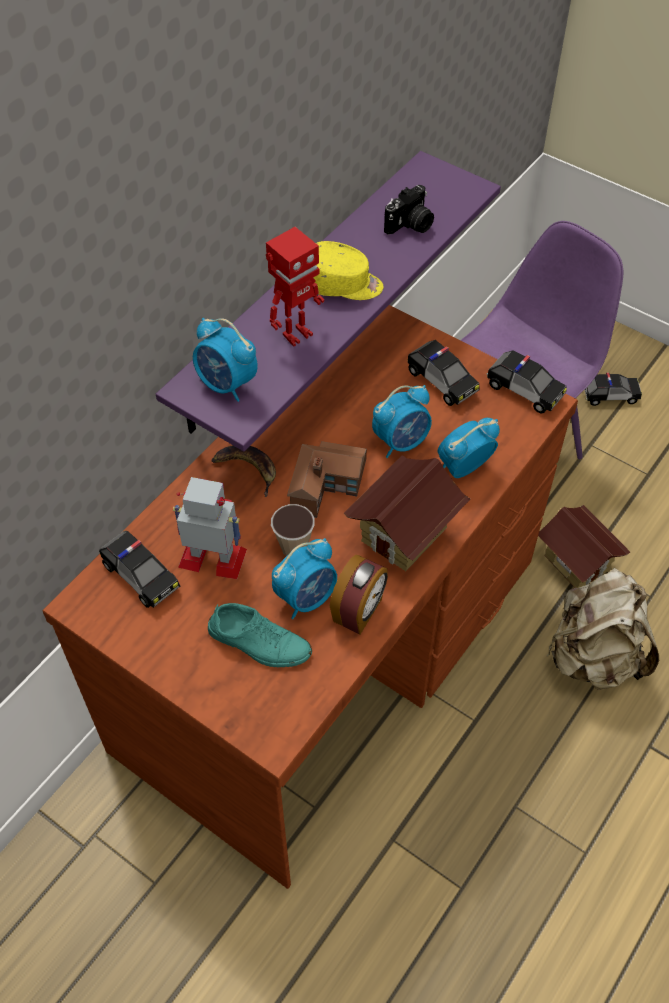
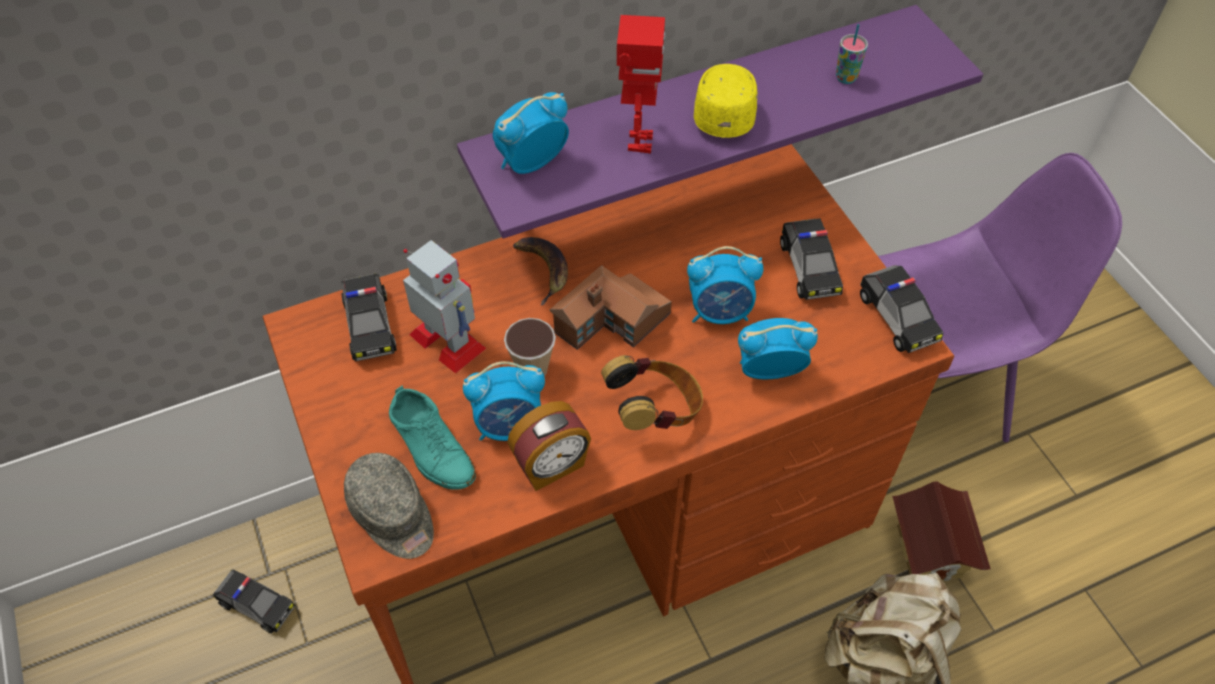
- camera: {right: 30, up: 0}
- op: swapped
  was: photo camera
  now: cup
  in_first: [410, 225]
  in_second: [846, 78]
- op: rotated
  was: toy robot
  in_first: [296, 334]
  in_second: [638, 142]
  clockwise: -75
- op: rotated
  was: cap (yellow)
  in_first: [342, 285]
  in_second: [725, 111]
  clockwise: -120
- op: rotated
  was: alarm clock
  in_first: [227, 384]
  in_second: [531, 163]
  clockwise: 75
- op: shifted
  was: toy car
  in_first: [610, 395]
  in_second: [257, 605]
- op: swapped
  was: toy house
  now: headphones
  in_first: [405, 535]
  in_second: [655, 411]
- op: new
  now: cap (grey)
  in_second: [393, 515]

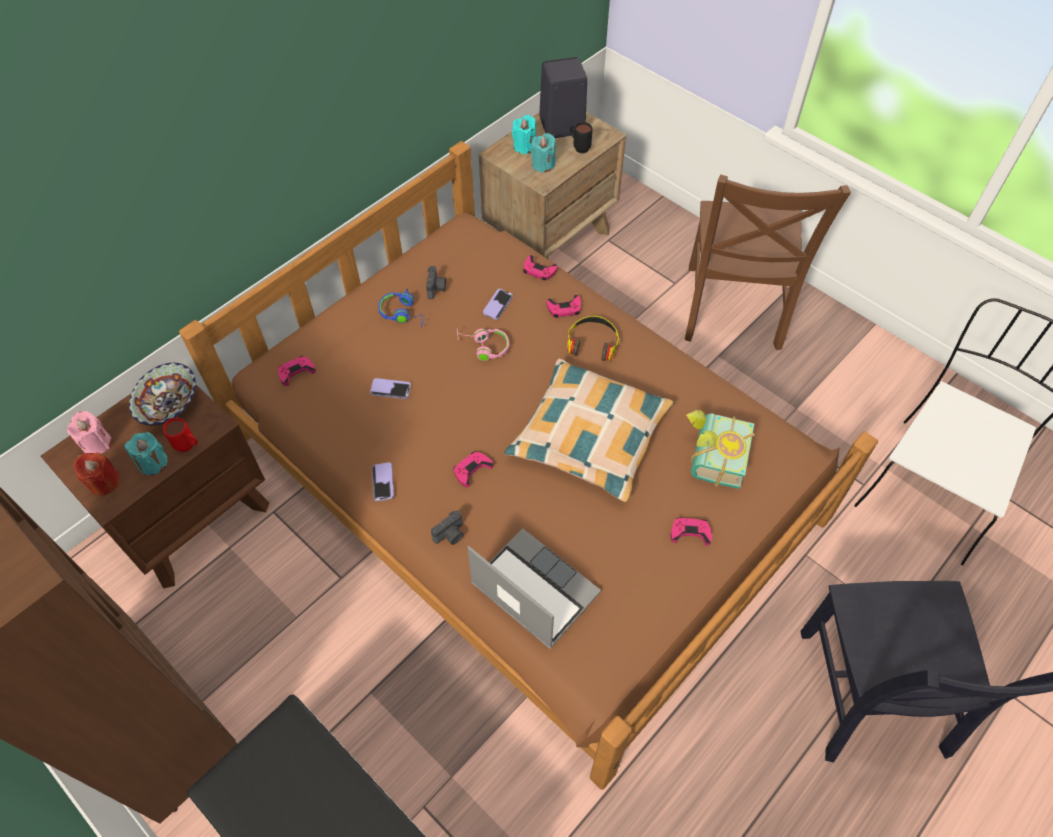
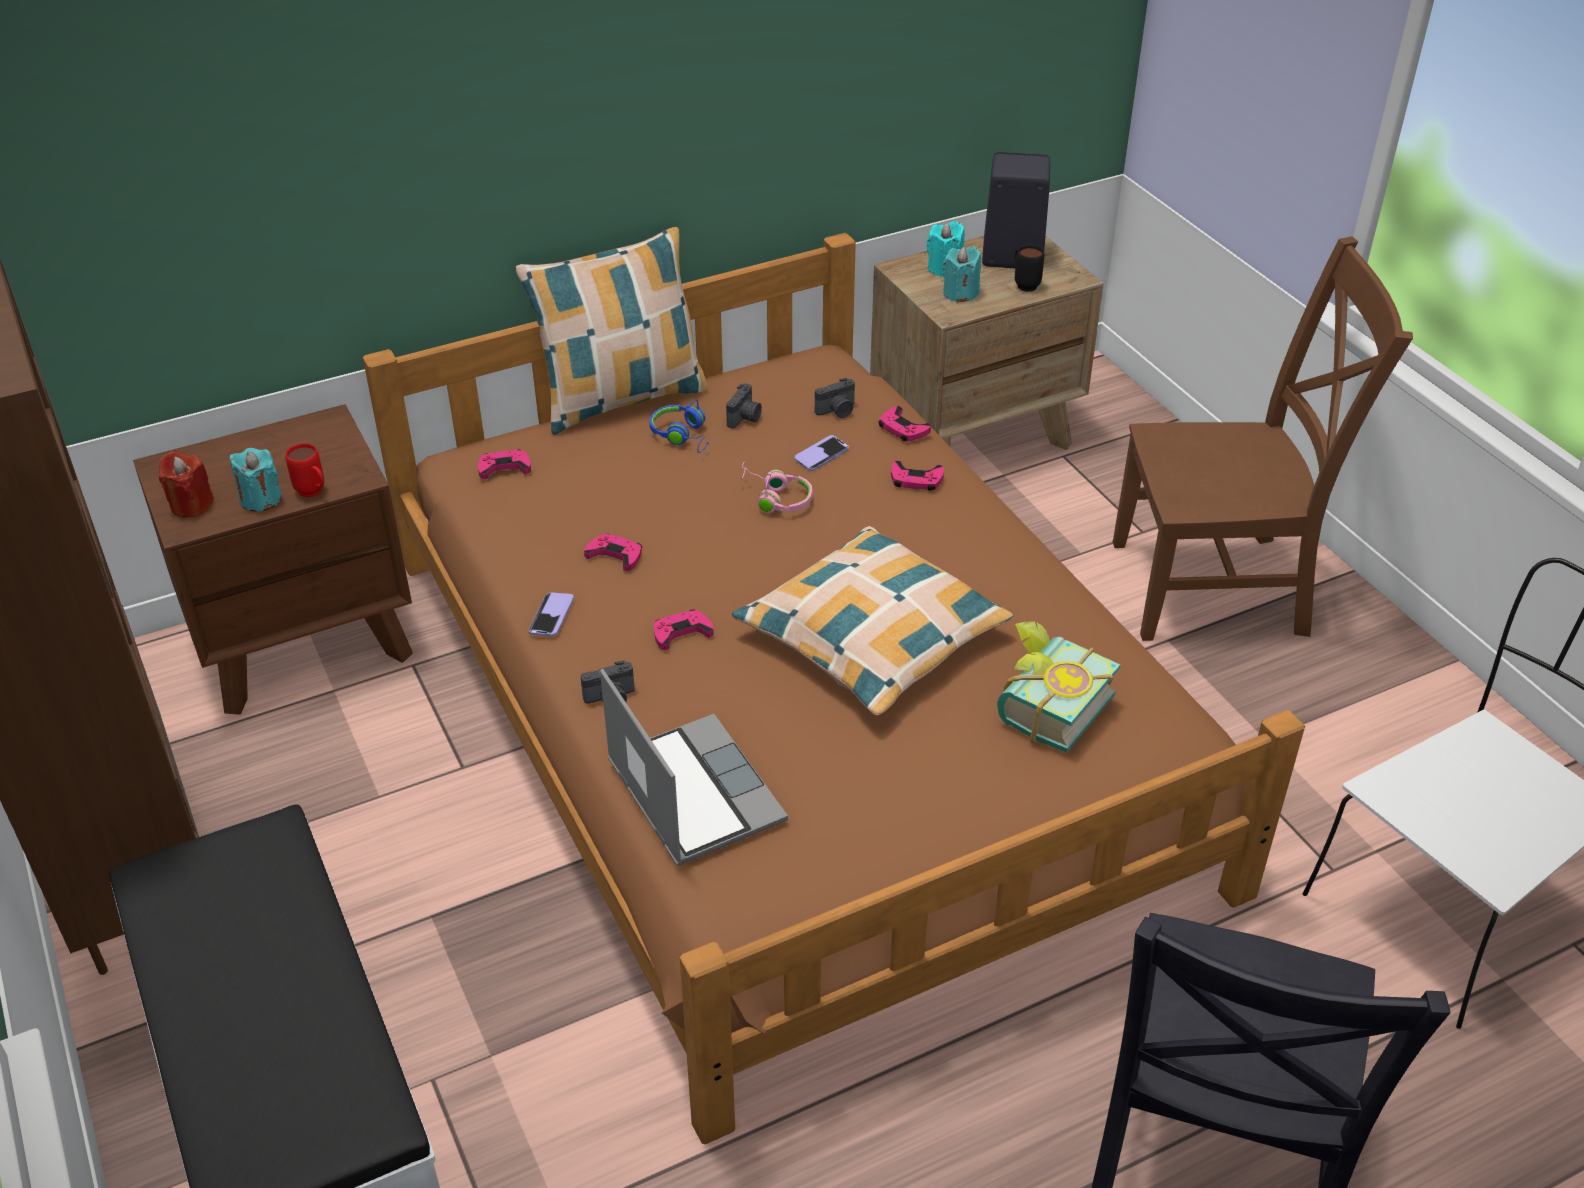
- camera: {right: 20, up: -15}
- op: rotated
  was: chair (brown)
  in_first: [732, 311]
  in_second: [1218, 587]
  clockwise: -120
- op: gone
  was: headphones
  in_first: [592, 342]
- op: gone
  was: bowl
  in_first: [170, 405]
- op: gone
  was: phone
  in_first: [390, 389]
- op: gone
  was: candle (pink)
  in_first: [96, 444]
- op: shifted
  was: game controller (pink)
  in_first: [690, 532]
  in_second: [615, 555]
- op: new
  now: pillow
  in_second: [621, 399]
- op: new
  now: photo camera
  in_second: [837, 411]

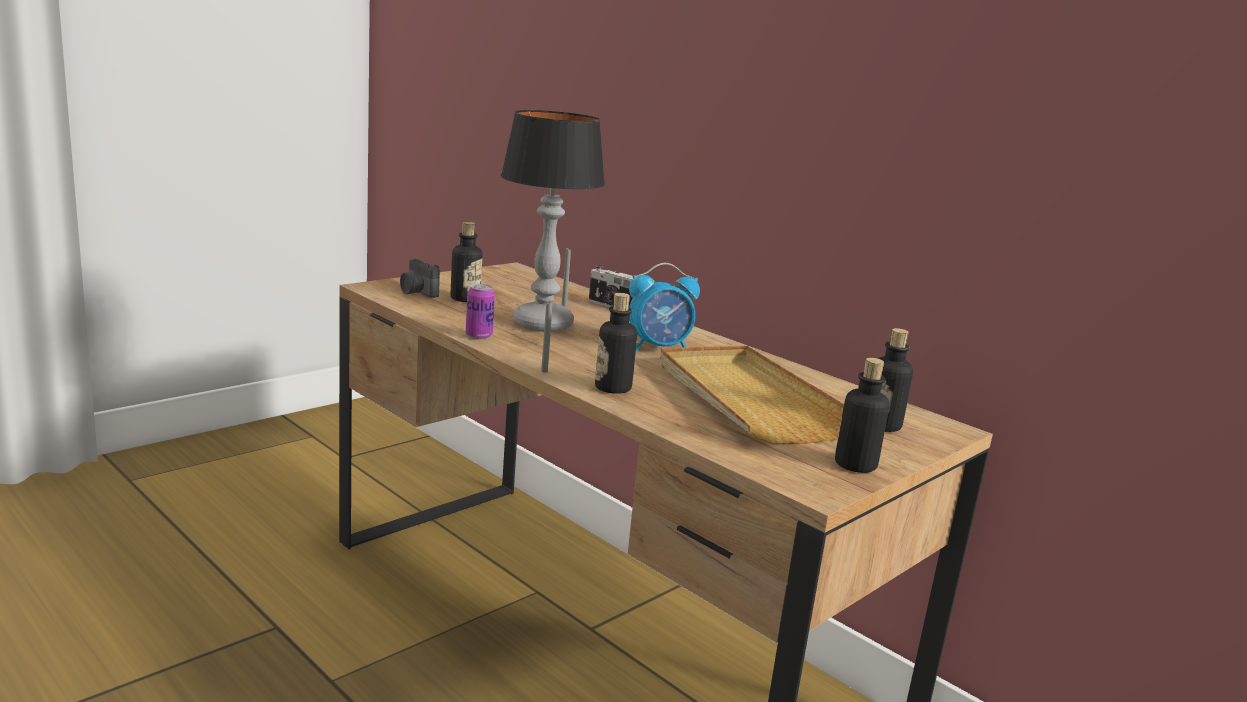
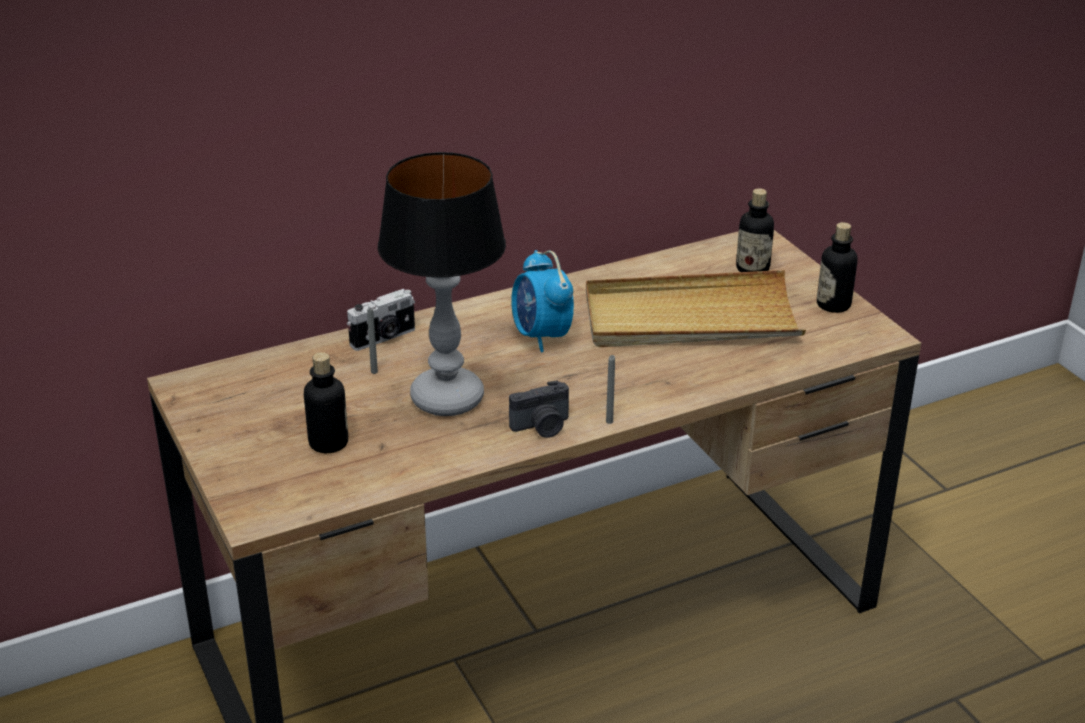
- camera: {right: -70, up: 15}
- op: shifted
  was: photo camera
  in_first: [417, 292]
  in_second: [542, 427]
- op: rotated
  was: alarm clock
  in_first: [659, 348]
  in_second: [541, 336]
  clockwise: 150
- op: gone
  was: can
  in_first: [478, 336]
- op: gone
  was: bottle
  in_first: [613, 388]

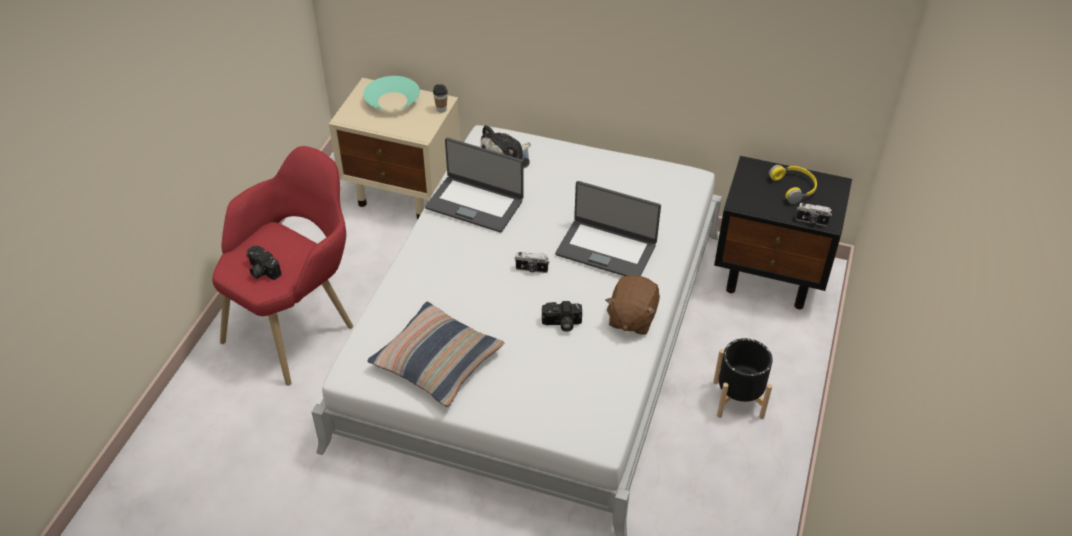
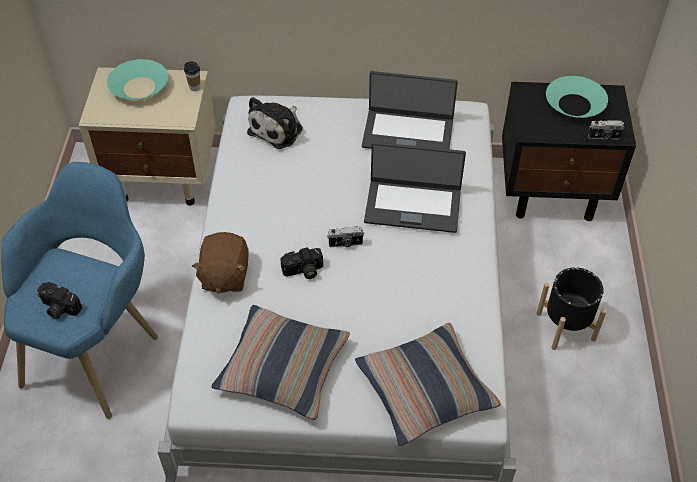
- camera: {right: -15, up: 5}
- op: shifted
  was: laptop
  in_first: [475, 203]
  in_second: [408, 133]
- op: repainted
  was: armchair (red)
  now: armchair (blue)
  in_first: [299, 324]
  in_second: [99, 347]
- op: swapped
  was: headphones (yellow)
  now: bowl (turquoise)
  in_first: [794, 187]
  in_second: [575, 105]
- op: shifted
  was: plush toy (brown)
  in_first: [631, 318]
  in_second: [224, 276]
- op: shifted
  was: photo camera
  in_first: [561, 323]
  in_second: [303, 271]
- op: new
  now: pillow
  in_second: [425, 390]

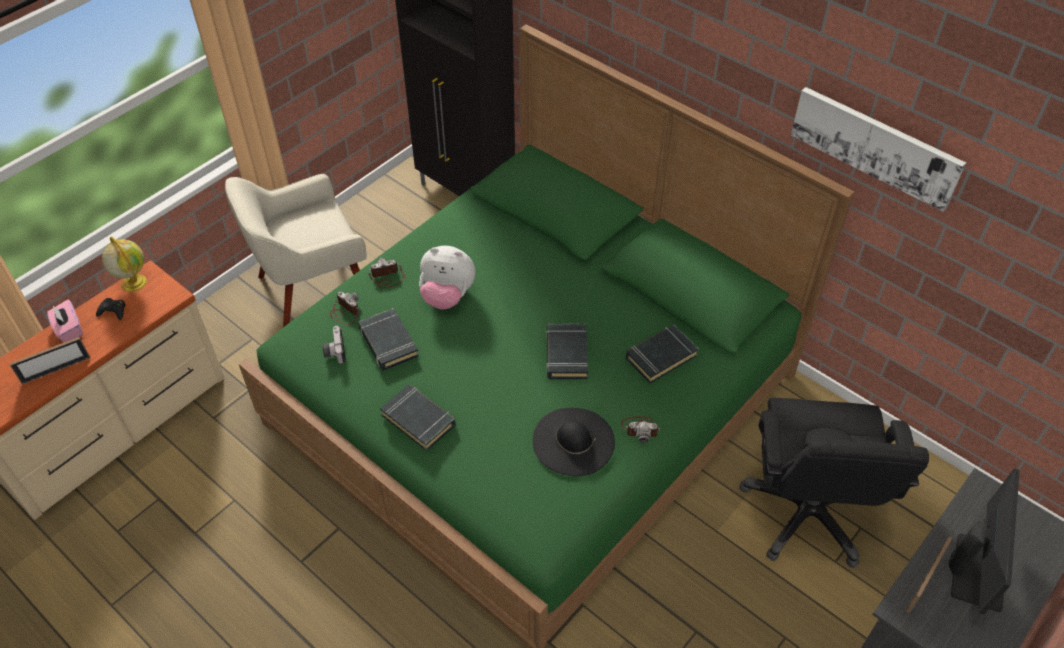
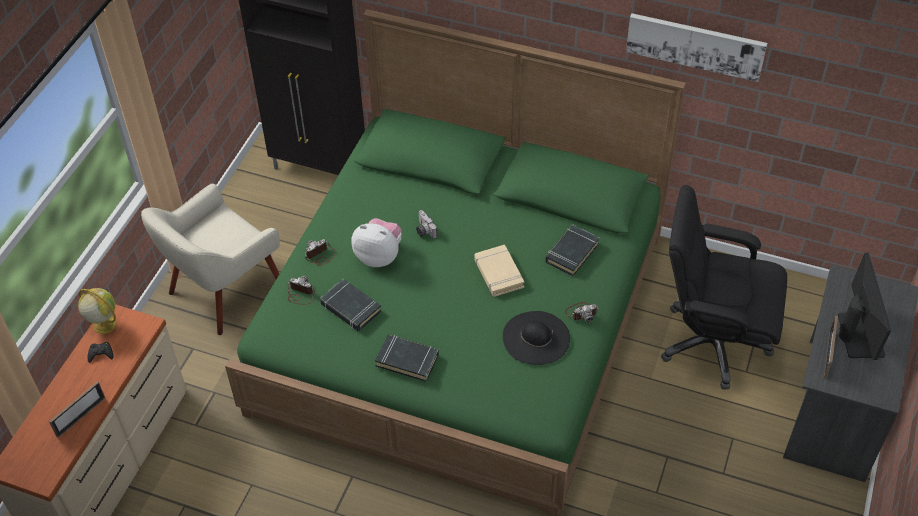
- camera: {right: -20, up: 0}
- op: rotated
  was: plush toy
  in_first: [447, 296]
  in_second: [379, 256]
  clockwise: -150
- op: gone
  was: tissue box (pink)
  in_first: [69, 329]
- op: repainted
  was: book (black)
  now: book (beige)
  in_first: [566, 354]
  in_second: [498, 273]
- op: shifted
  was: photo camera
  in_first: [334, 350]
  in_second: [424, 230]
- op: rotated
  was: office chair (black)
  in_first: [807, 513]
  in_second: [712, 342]
  clockwise: 120

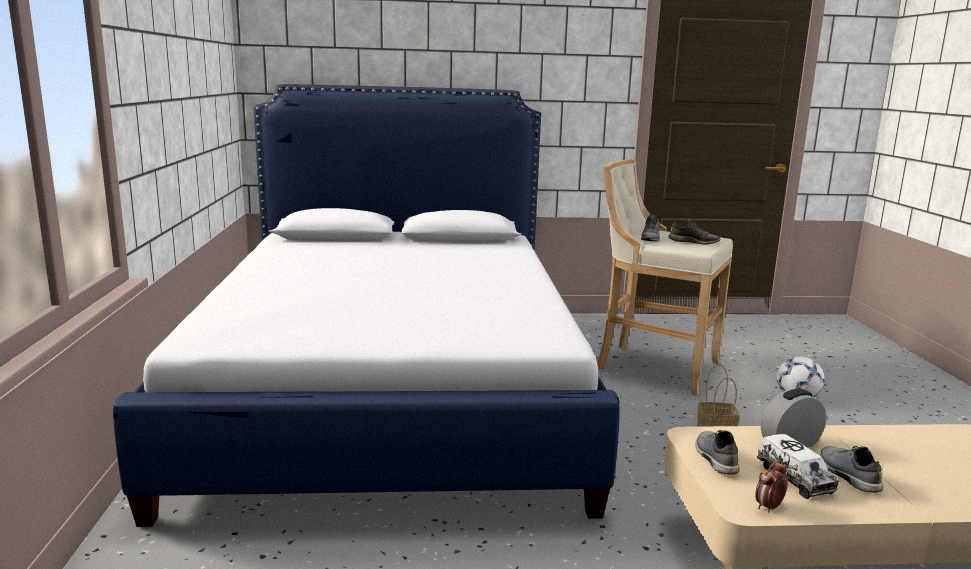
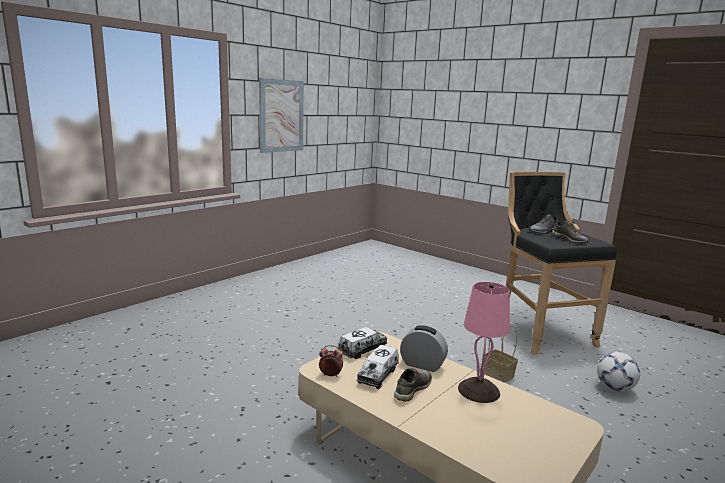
- camera: {right: 45, up: 0}
- op: gone
  was: bed
  in_first: [390, 388]
- op: repainted
  was: stool (beige)
  now: stool (black)
  in_first: [653, 366]
  in_second: [540, 331]
- op: swapped
  was: shoe (grey)
  now: toy truck
  in_first: [714, 458]
  in_second: [362, 350]
- op: new
  now: picture
  in_second: [281, 116]
- op: new
  now: table lamp (pink)
  in_second: [479, 390]

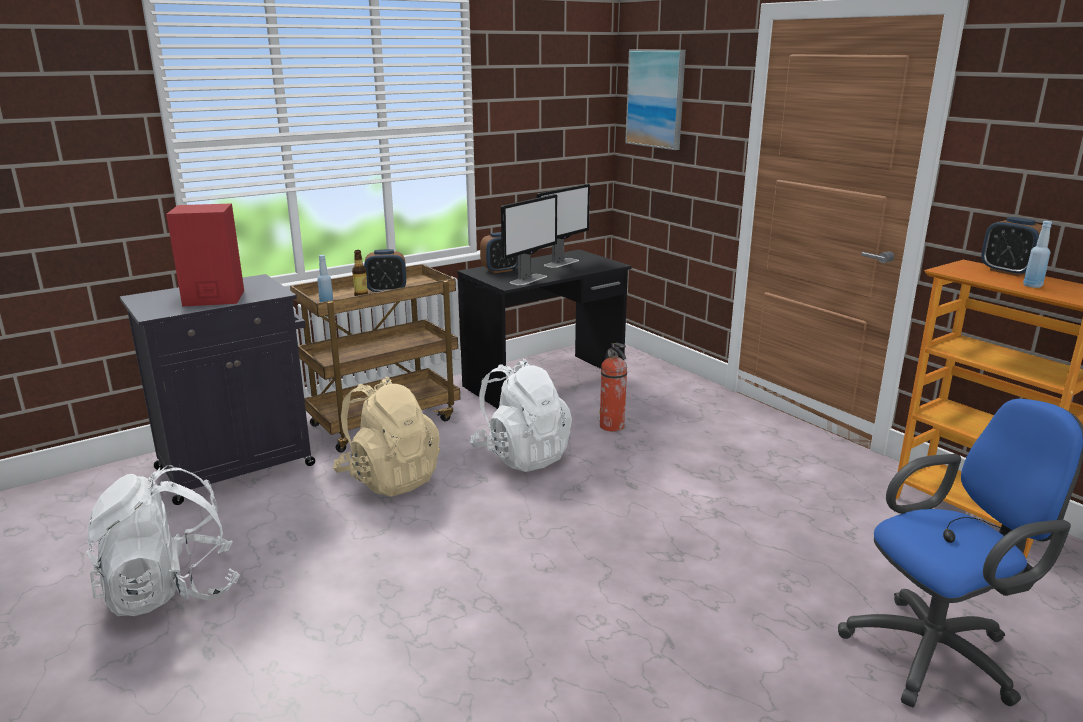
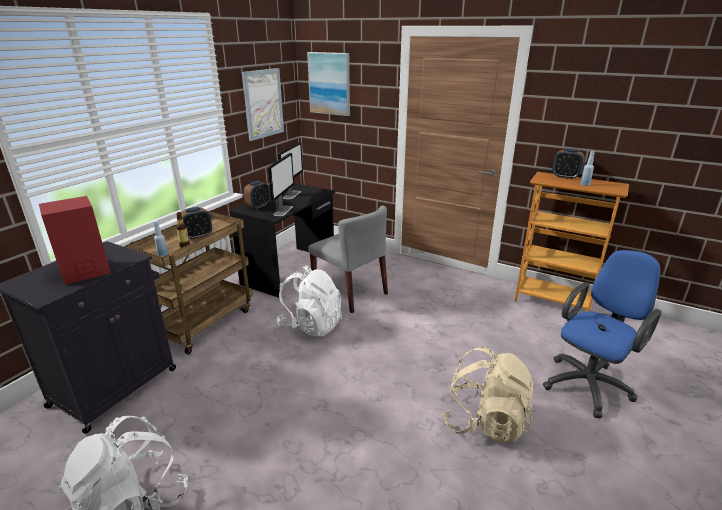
- camera: {right: -25, up: 5}
- op: swapped
  was: fire extinguisher
  now: chair (grey)
  in_first: [612, 426]
  in_second: [350, 292]
- op: shifted
  was: backpack (beige)
  in_first: [389, 478]
  in_second: [484, 422]
- op: new
  now: picture
  in_second: [263, 103]

